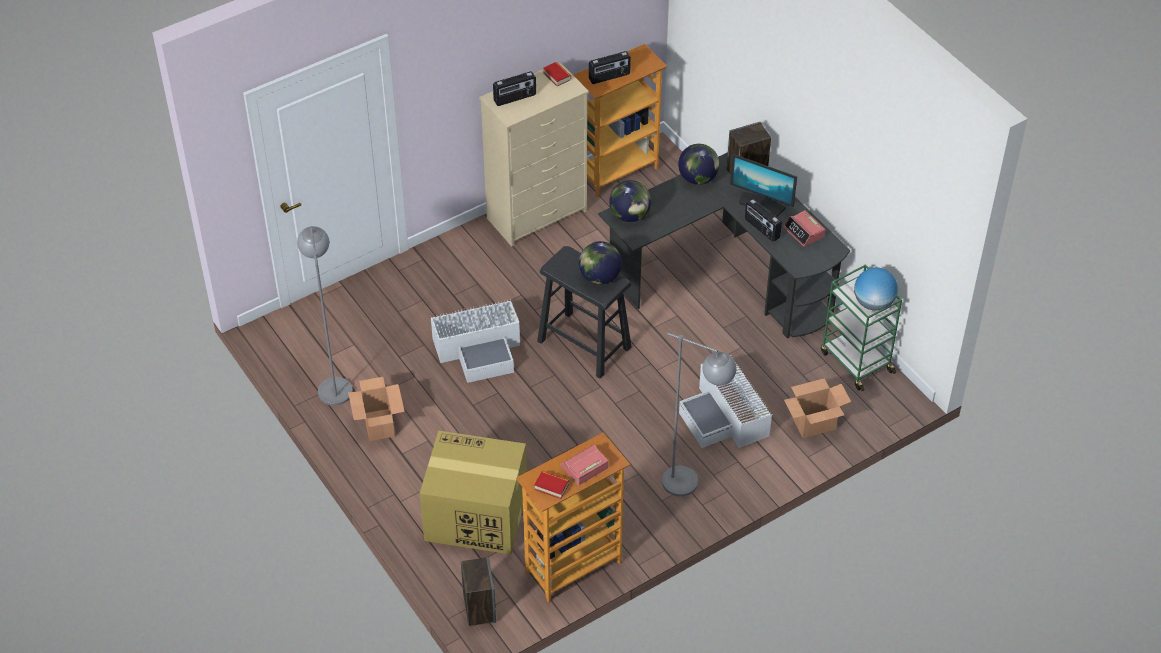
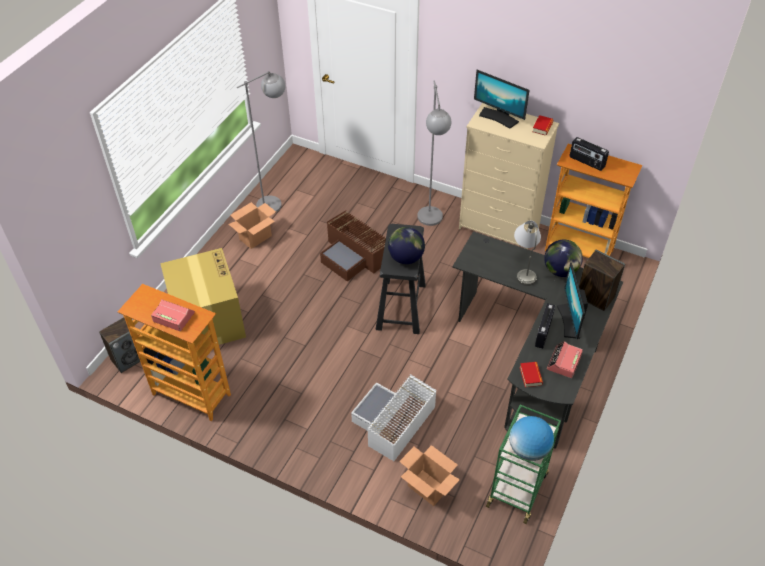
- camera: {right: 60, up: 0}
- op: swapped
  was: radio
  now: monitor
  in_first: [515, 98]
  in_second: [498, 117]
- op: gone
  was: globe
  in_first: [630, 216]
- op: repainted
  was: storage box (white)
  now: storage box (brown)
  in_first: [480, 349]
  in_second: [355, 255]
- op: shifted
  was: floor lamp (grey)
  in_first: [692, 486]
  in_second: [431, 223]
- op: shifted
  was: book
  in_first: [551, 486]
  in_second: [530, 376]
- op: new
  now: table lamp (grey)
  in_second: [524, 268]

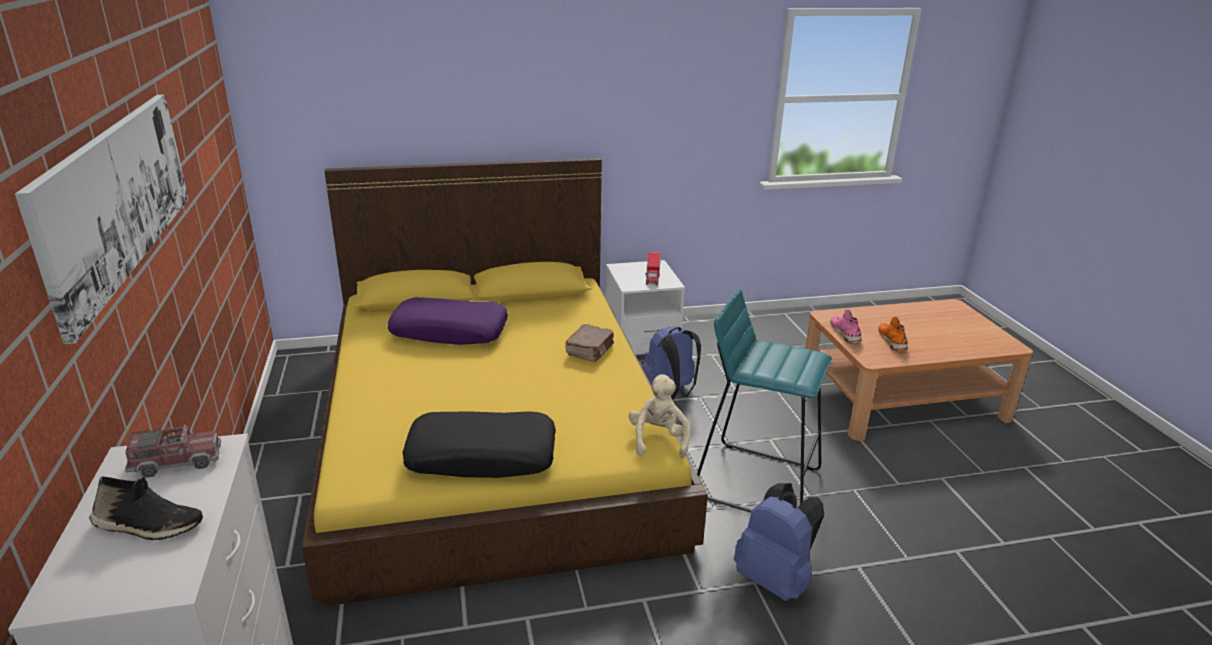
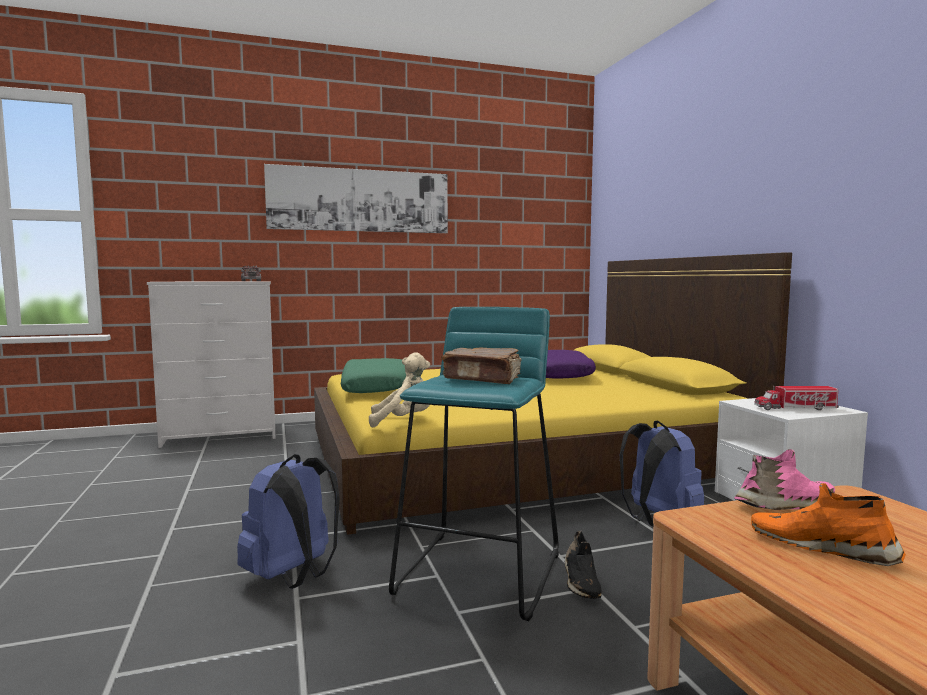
- camera: {right: 85, up: -20}
- op: rotated
  was: shoe (orange)
  in_first: [892, 342]
  in_second: [822, 547]
  clockwise: -135
- op: shifted
  was: book (brown)
  in_first: [590, 351]
  in_second: [483, 379]
- op: repainted
  was: pillow (black)
  now: pillow (green)
  in_first: [482, 456]
  in_second: [377, 388]
- op: shifted
  was: shoe (black)
  in_first: [148, 526]
  in_second: [580, 582]

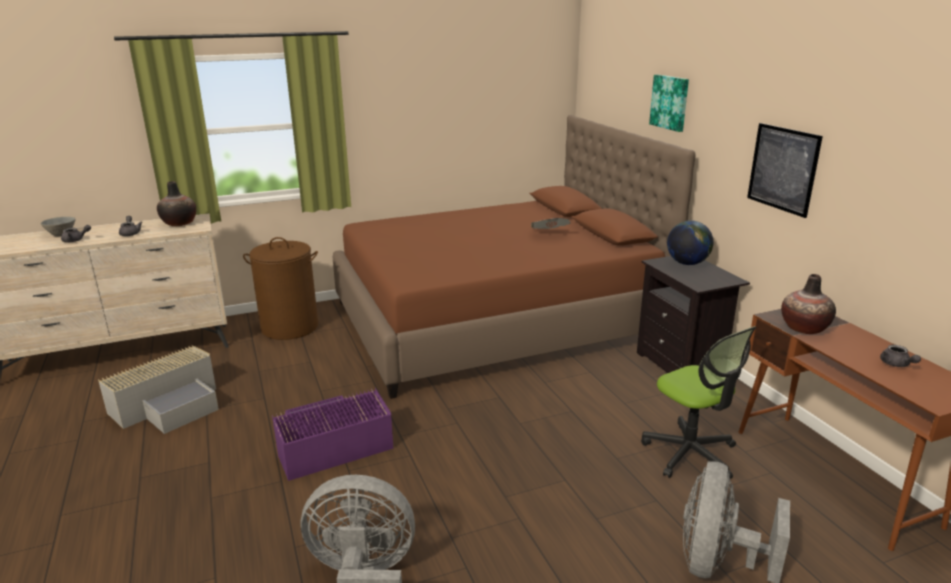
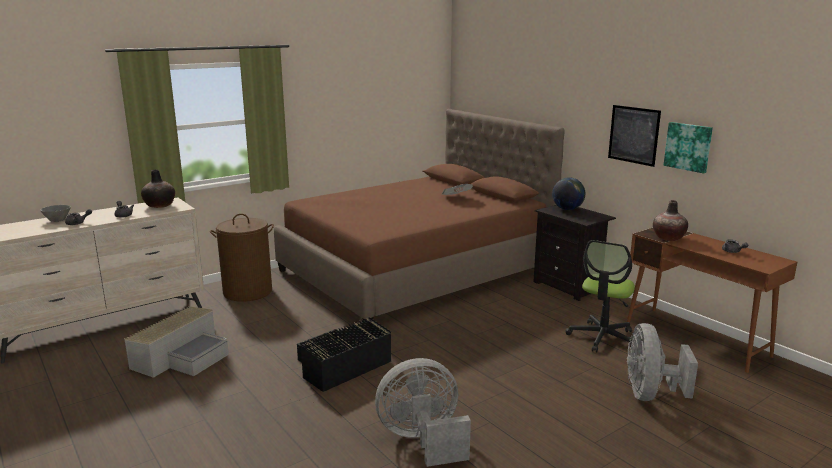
- camera: {right: -15, up: -5}
- op: shifted
  was: picture
  in_first: [670, 102]
  in_second: [688, 147]
- op: rotated
  was: office chair
  in_first: [690, 453]
  in_second: [602, 337]
  clockwise: 75
- op: repainted
  was: storage box (purple)
  now: storage box (black)
  in_first: [330, 445]
  in_second: [340, 366]

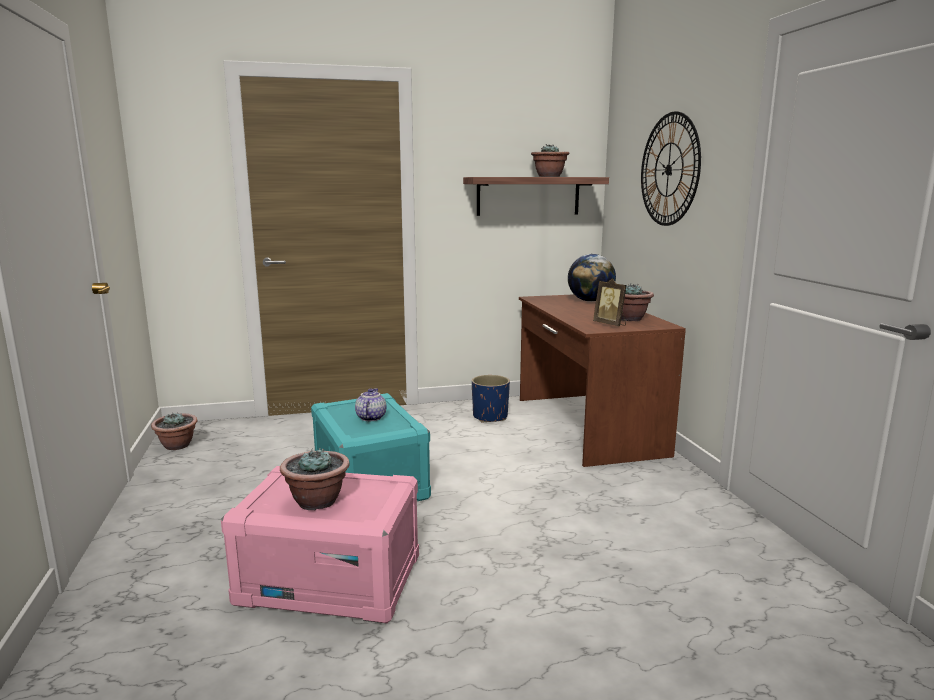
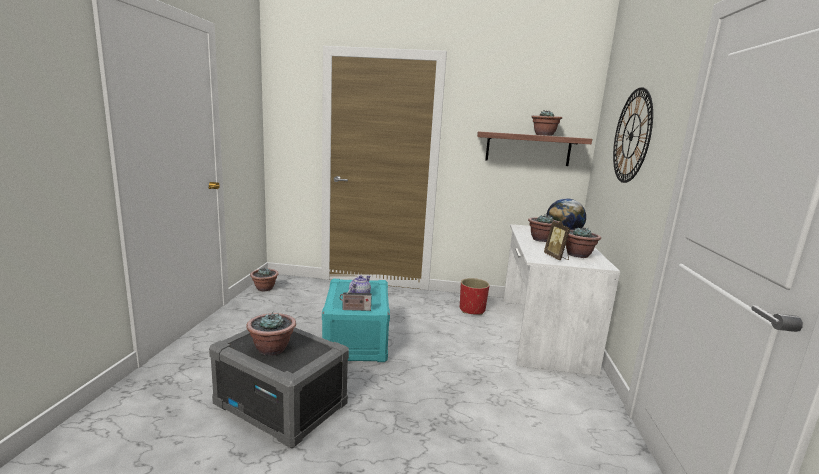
- camera: {right: 20, up: 0}
- op: repainted
  was: desk (brown)
  now: desk (white)
  in_first: [586, 425]
  in_second: [541, 332]
- op: repainted
  was: planter (blue)
  now: planter (red)
  in_first: [489, 417]
  in_second: [472, 310]
- op: repainted
  was: storage box (pink)
  now: storage box (grey)
  in_first: [331, 580]
  in_second: [282, 404]
- op: new
  now: potted plant
  in_second: [541, 240]
- op: new
  now: radio
  in_second: [355, 309]

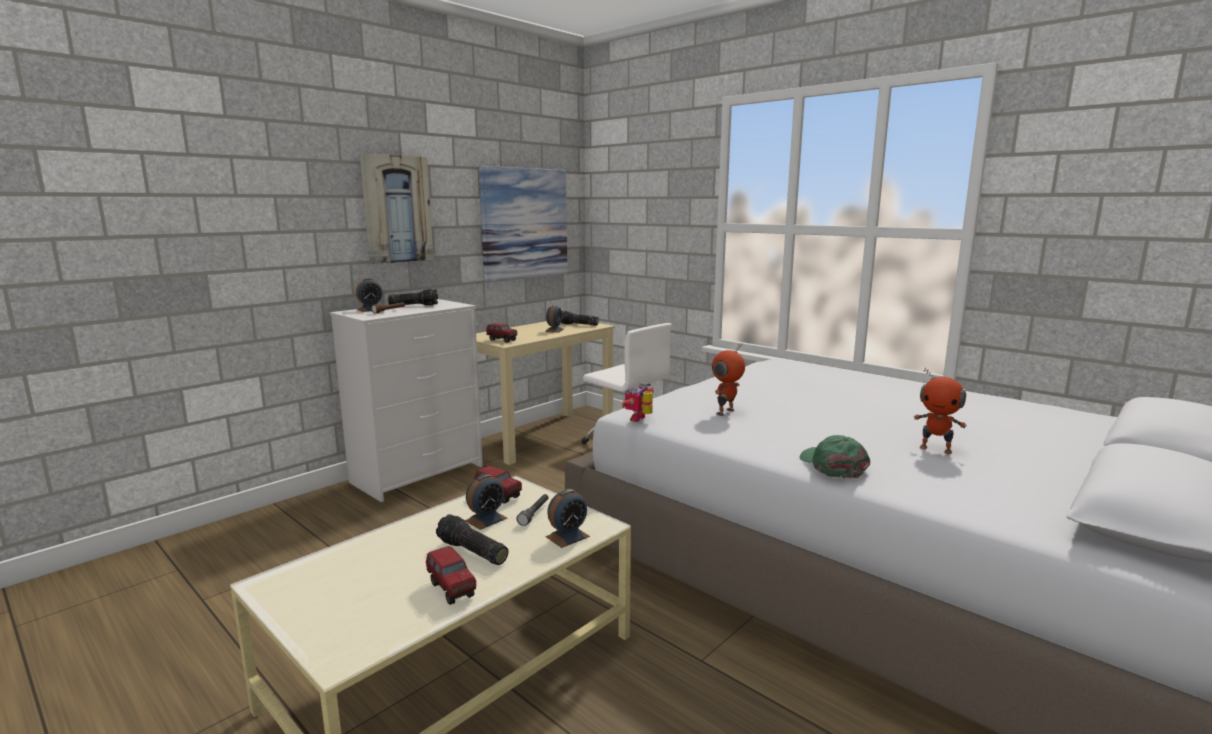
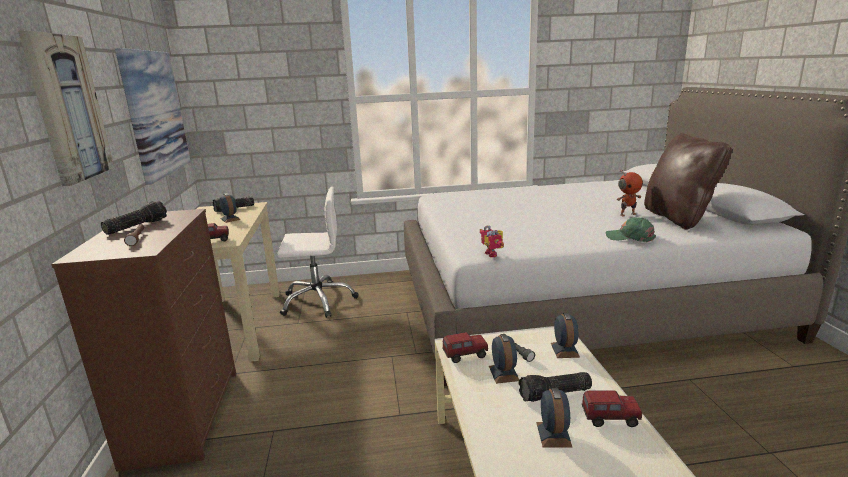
- camera: {right: -50, up: 5}
- op: shifted
  was: alarm clock
  in_first: [370, 309]
  in_second: [553, 434]
- op: repainted
  was: dresser (white)
  now: dresser (brown)
  in_first: [418, 473]
  in_second: [184, 415]
- op: gone
  was: toy robot
  in_first: [726, 412]
- op: new
  now: pillow (brown)
  in_second: [678, 218]

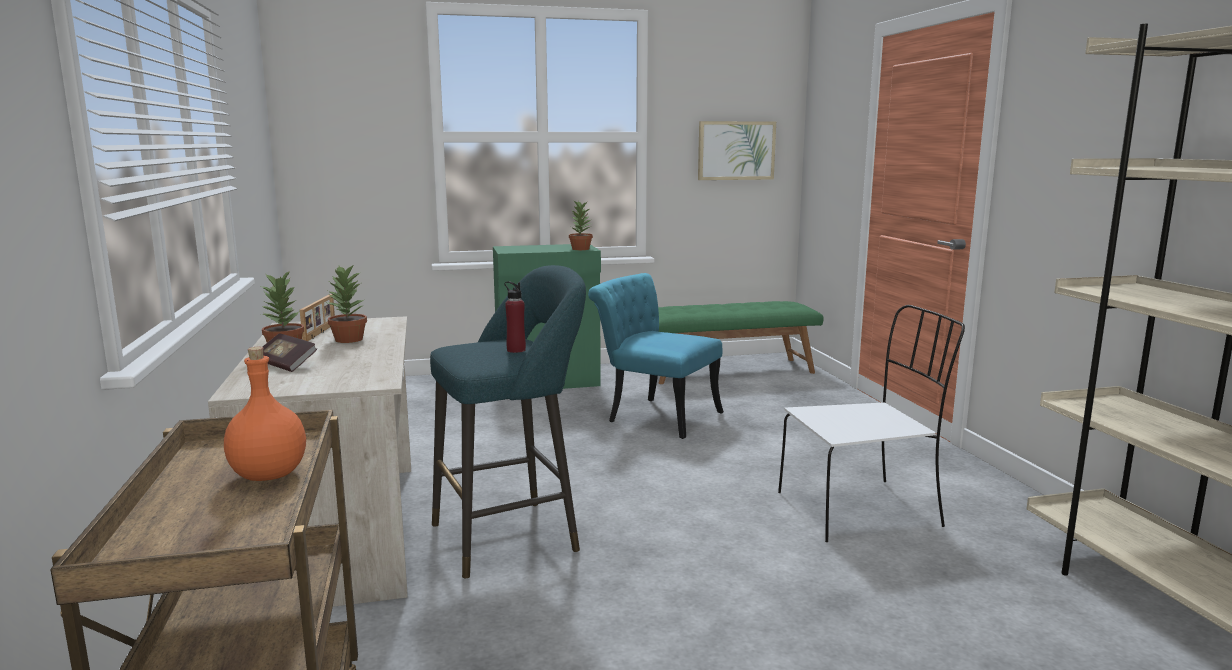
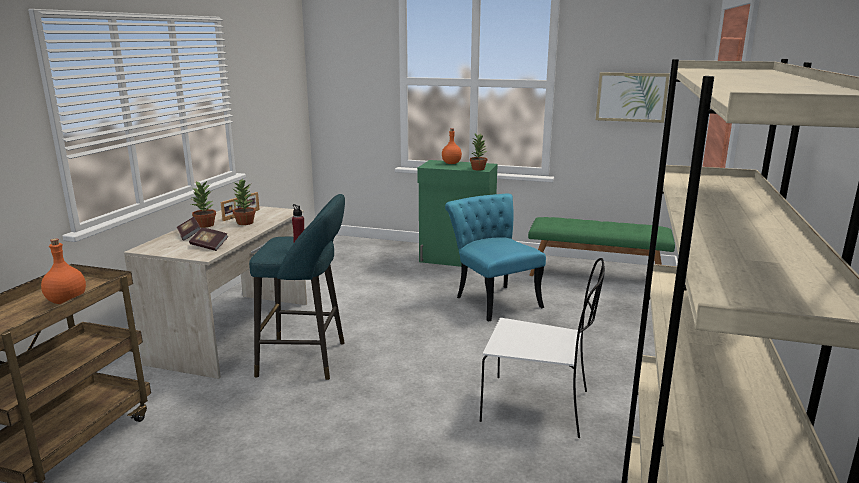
- camera: {right: 30, up: 5}
- op: new
  now: bottle (orange)
  in_second: [451, 163]
- op: new
  now: book
  in_second: [209, 246]

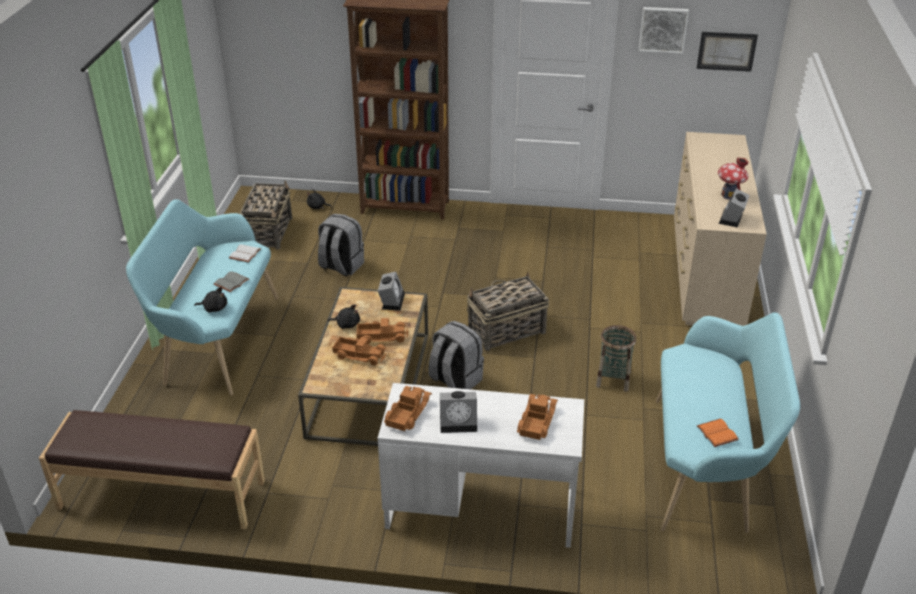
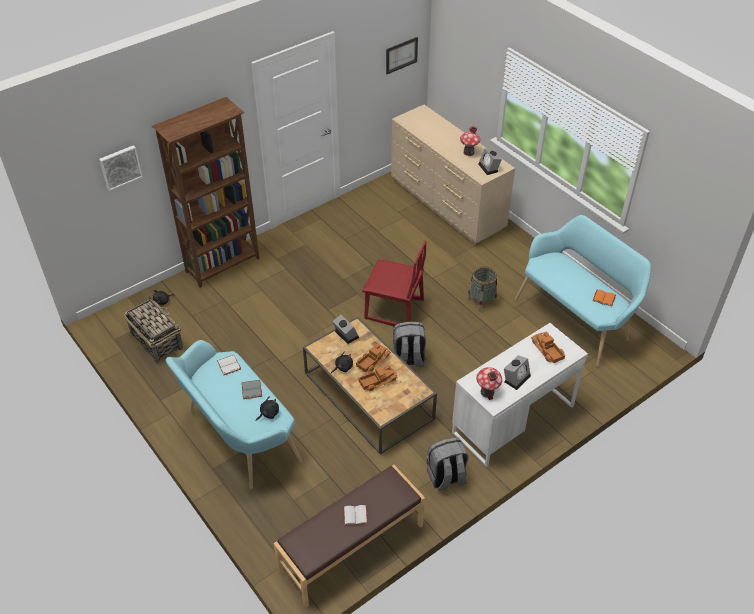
- camera: {right: -45, up: 10}
- op: shifted
  was: picture
  in_first: [663, 29]
  in_second: [120, 167]
- op: shifted
  was: backpack (grey)
  in_first: [341, 266]
  in_second: [446, 477]
- op: swapped
  was: basket
  now: chair (red)
  in_first: [506, 331]
  in_second: [394, 310]
- op: swapped
  was: toy truck
  now: toy house
  in_first: [407, 413]
  in_second: [487, 392]
- op: new
  now: book (white)
  in_second: [355, 515]

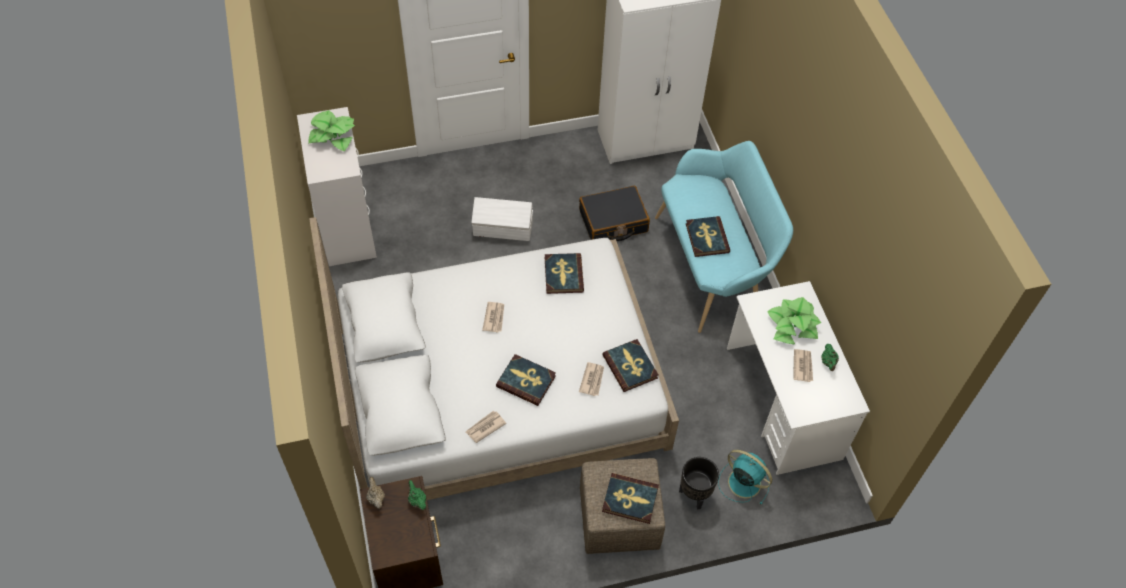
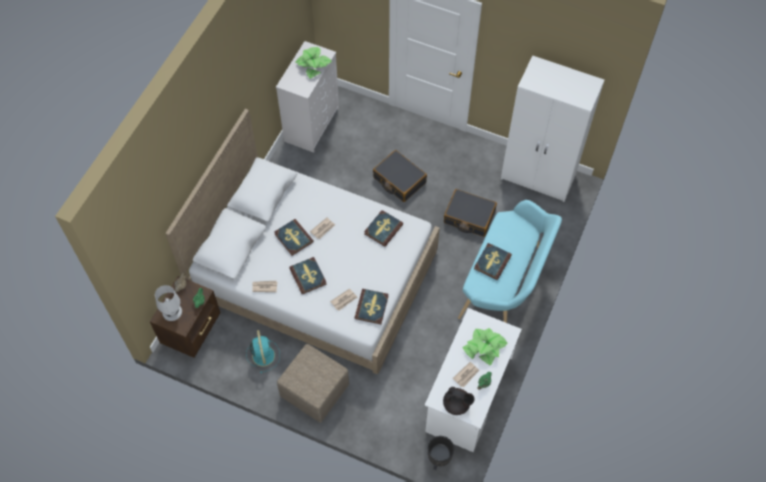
- camera: {right: 40, up: 5}
- op: swapped
  was: storage box (white)
  now: suitcase (black)
  in_first: [503, 229]
  in_second: [399, 180]
- op: shifted
  was: fan (turquoise)
  in_first: [743, 482]
  in_second: [263, 354]
- op: shifted
  was: planter (black)
  in_first: [694, 495]
  in_second: [438, 460]
- op: shifted
  was: book
  in_first: [630, 499]
  in_second: [293, 238]
- op: new
  now: table lamp (white)
  in_second: [172, 311]
- op: new
  now: teapot (black)
  in_second: [457, 405]

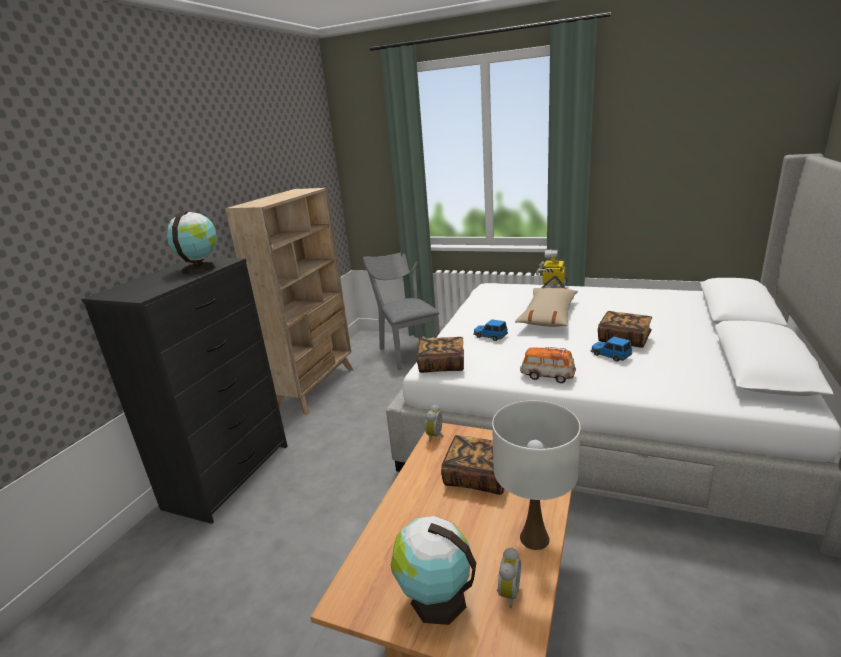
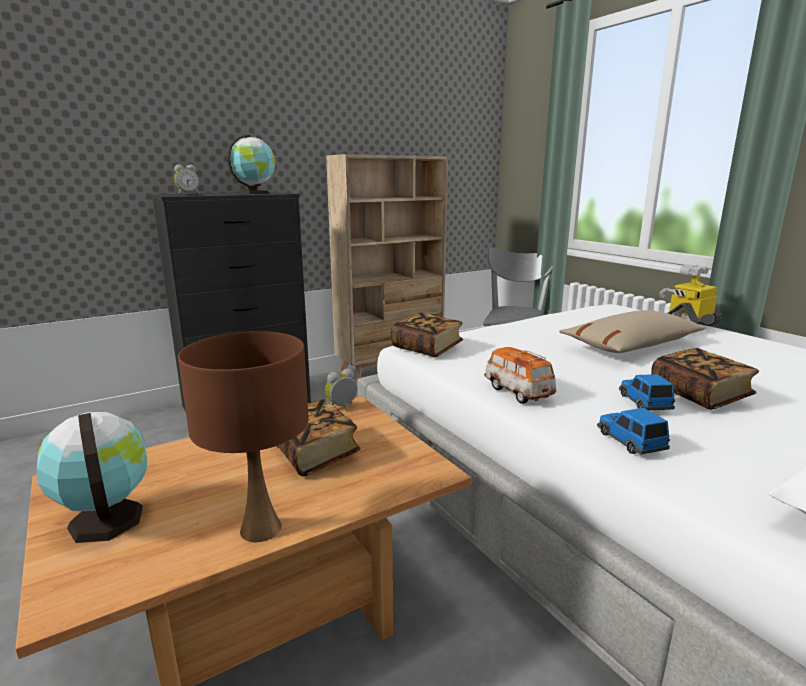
- camera: {right: 35, up: -5}
- op: shifted
  was: toy car
  in_first: [490, 336]
  in_second: [629, 441]
- op: repainted
  was: table lamp (white)
  now: table lamp (brown)
  in_first: [535, 538]
  in_second: [261, 529]
- op: shifted
  was: alarm clock
  in_first: [507, 593]
  in_second: [187, 194]

